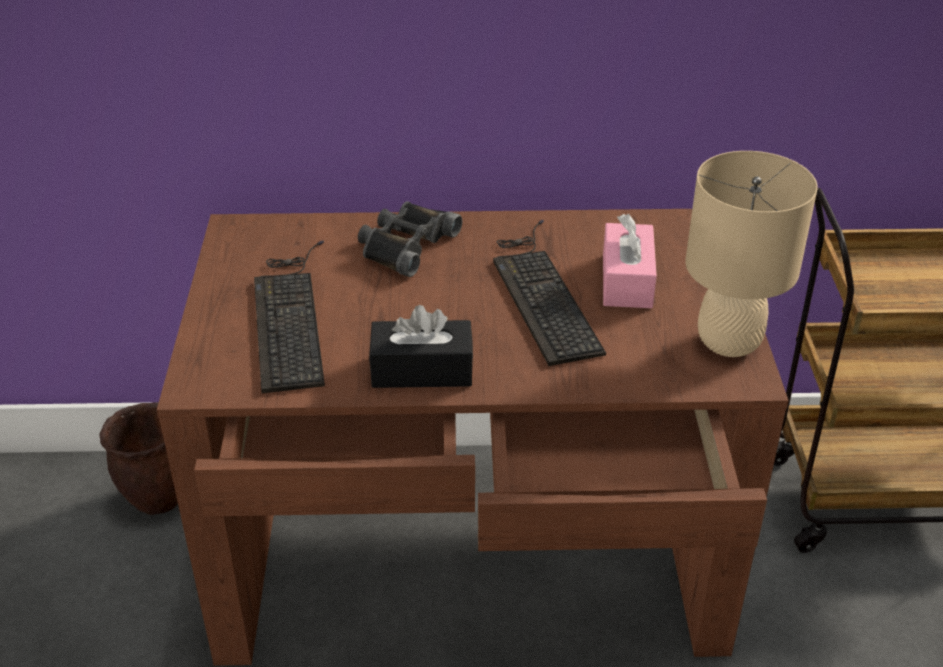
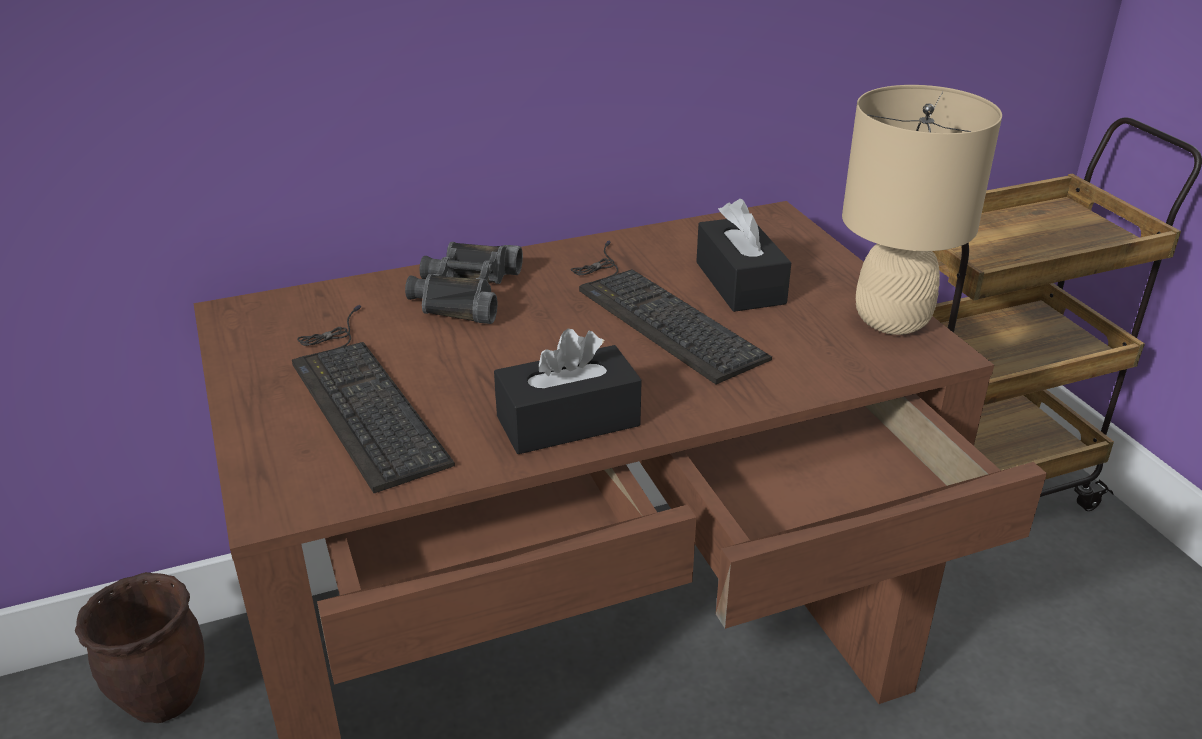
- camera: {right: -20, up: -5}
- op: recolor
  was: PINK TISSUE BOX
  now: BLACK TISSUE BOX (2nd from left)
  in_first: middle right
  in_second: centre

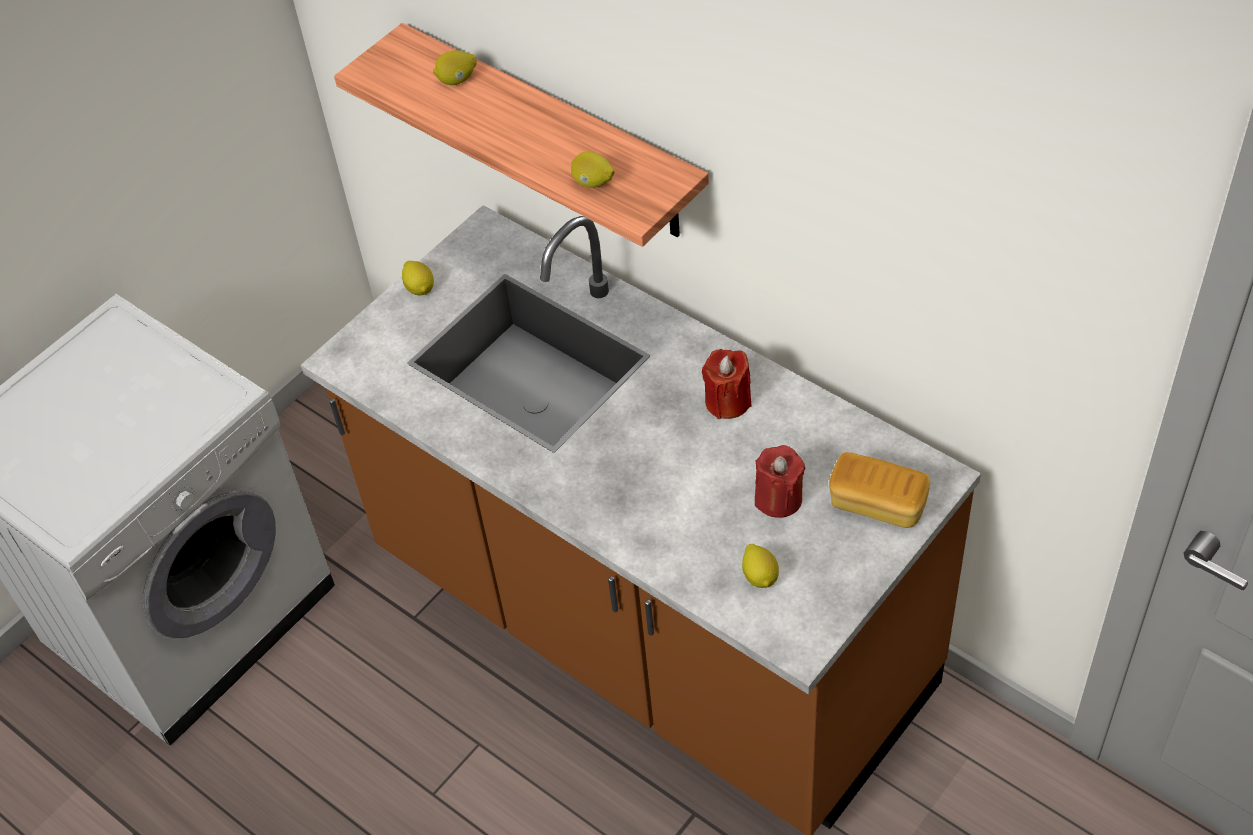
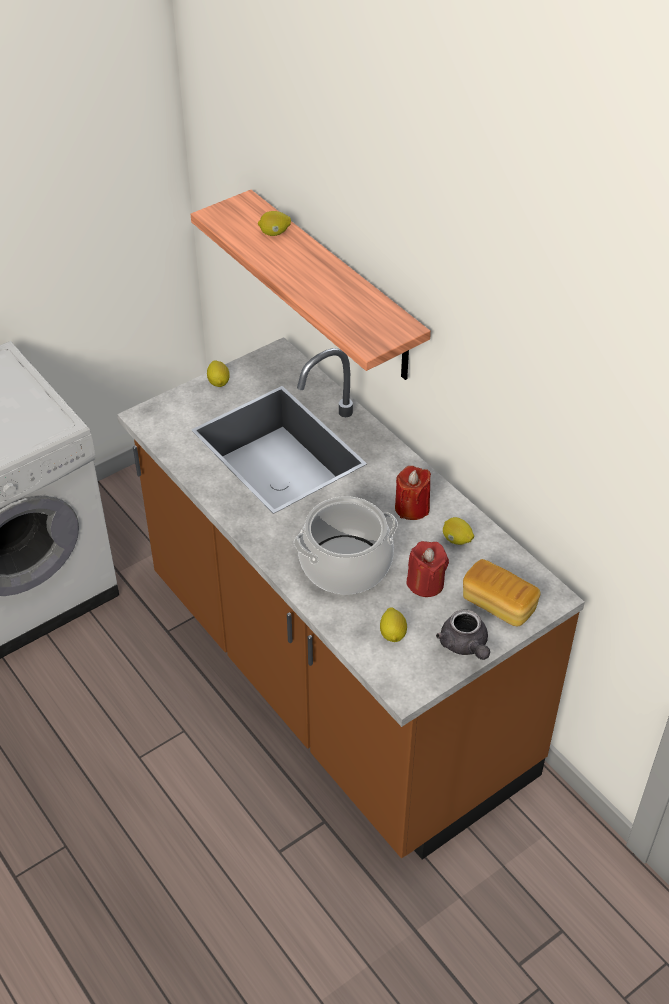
- camera: {right: 10, up: -5}
- op: move
  was: LEMON (3rd from left in the first image)
  now: LEMON (4th from left)
  in_first: top centre
  in_second: middle right
- op: insert
  now: COOKING POT
  in_second: centre
- op: insert
  now: GREY TEAPOT
  in_second: middle right

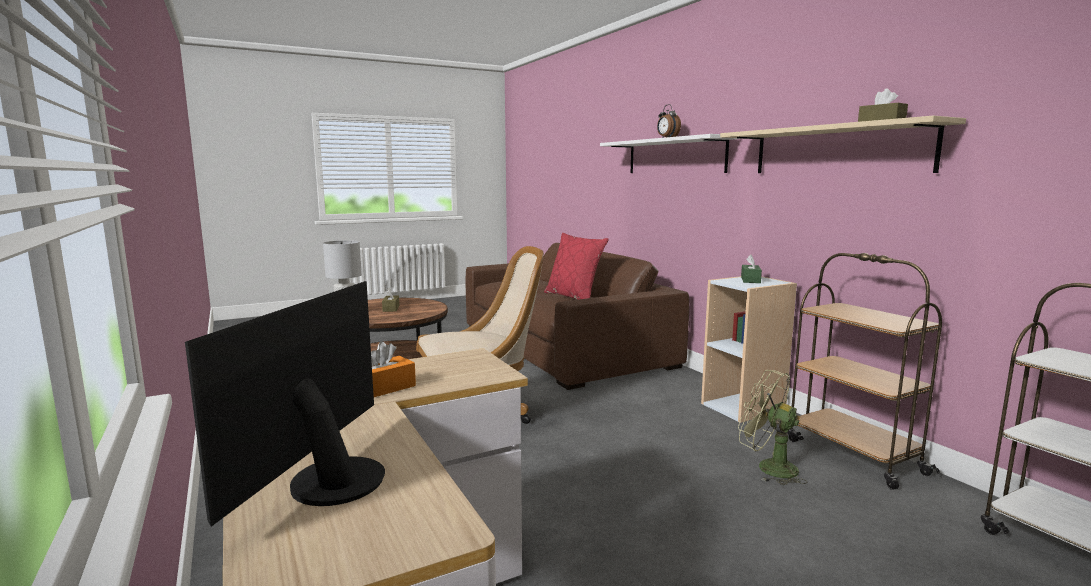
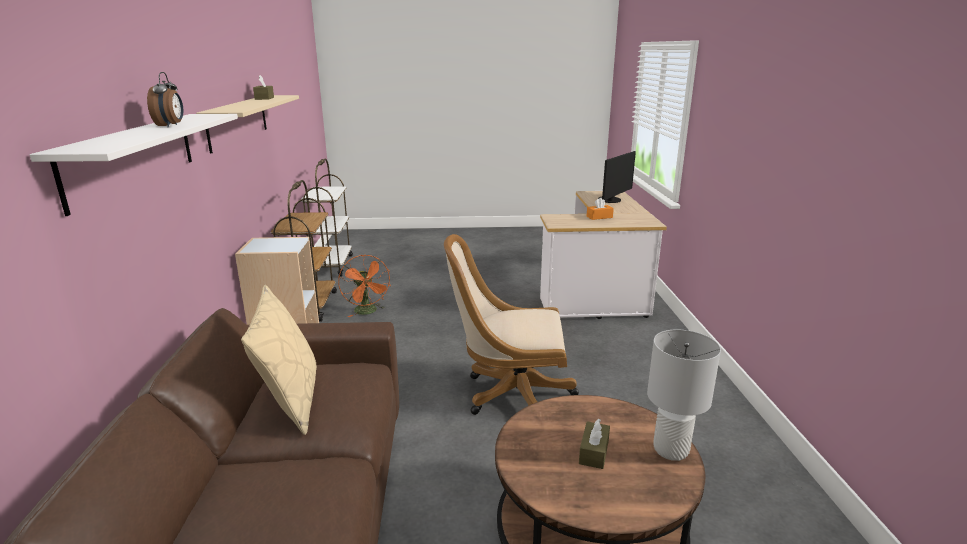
- camera: {right: -155, up: 10}
- op: recolor
  was: RED PILLOW
  now: BEIGE PILLOW
  in_first: centre
  in_second: middle left
- op: delete
  was: GREEN TISSUE BOX
  in_first: middle right
- op: recolor
  was: GREEN FAN
  now: ORANGE FAN
  in_first: bottom right
  in_second: centre

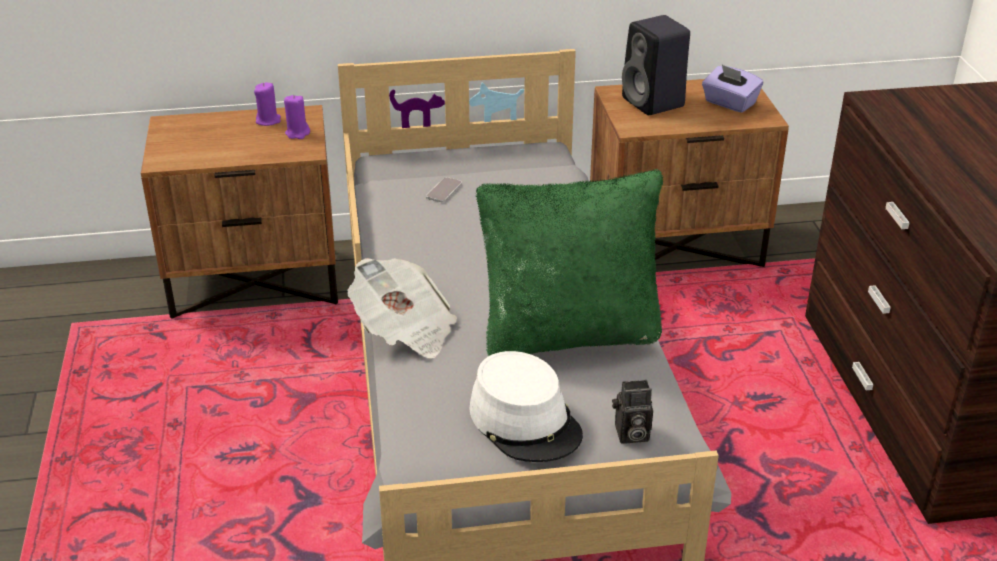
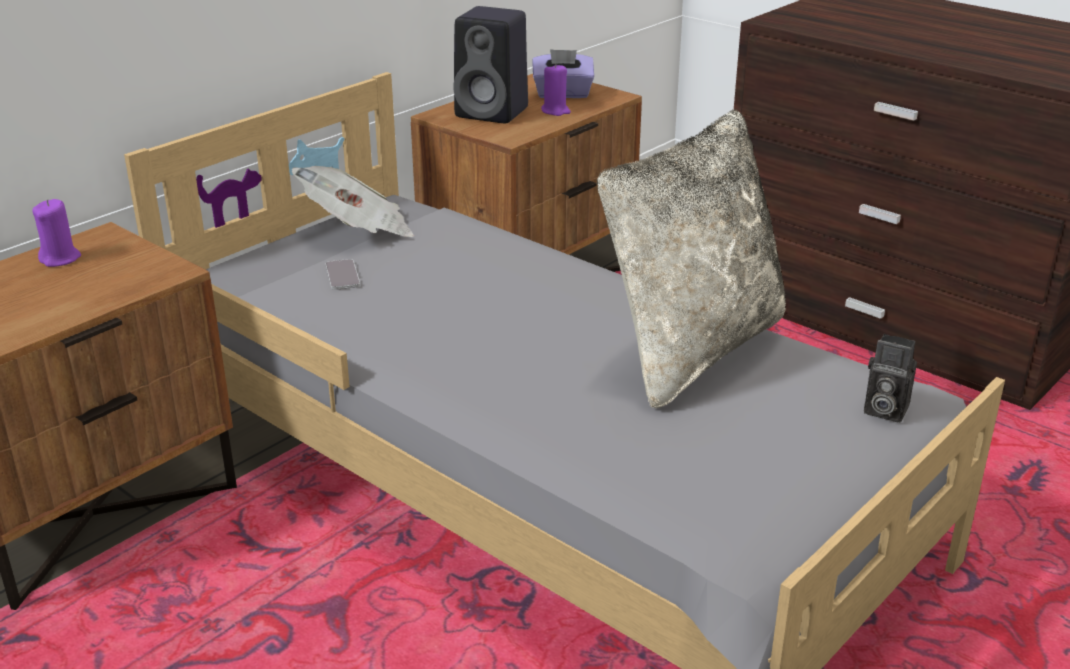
- camera: {right: -40, up: -5}
- op: move
  was: PURPLE CANDLE (2nd from left)
  in_first: top left
  in_second: top centre
- op: recolor
  was: GREEN PILLOW
  now: BEIGE PILLOW
  in_first: centre
  in_second: centre
- op: move
  was: NEWSPAPER
  in_first: centre
  in_second: top left
- op: delete
  was: WHITE HAT
  in_first: bottom centre
- op: rotate
  was: PHOTO CAMERA
  in_first: bottom centre
  in_second: middle right
  clockwise: 75

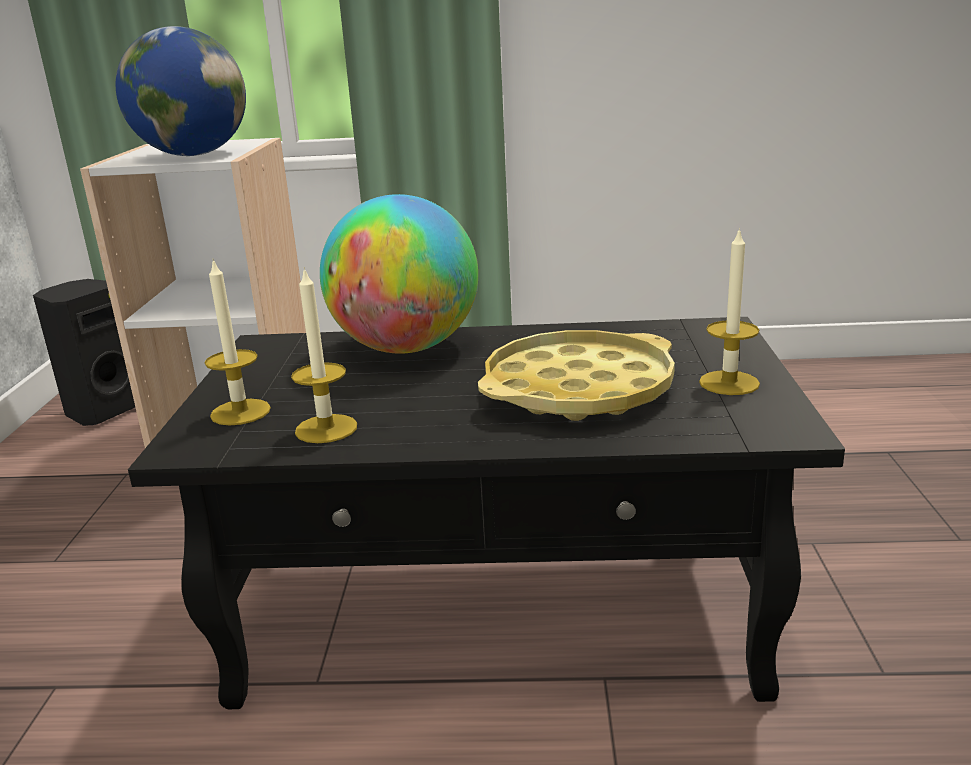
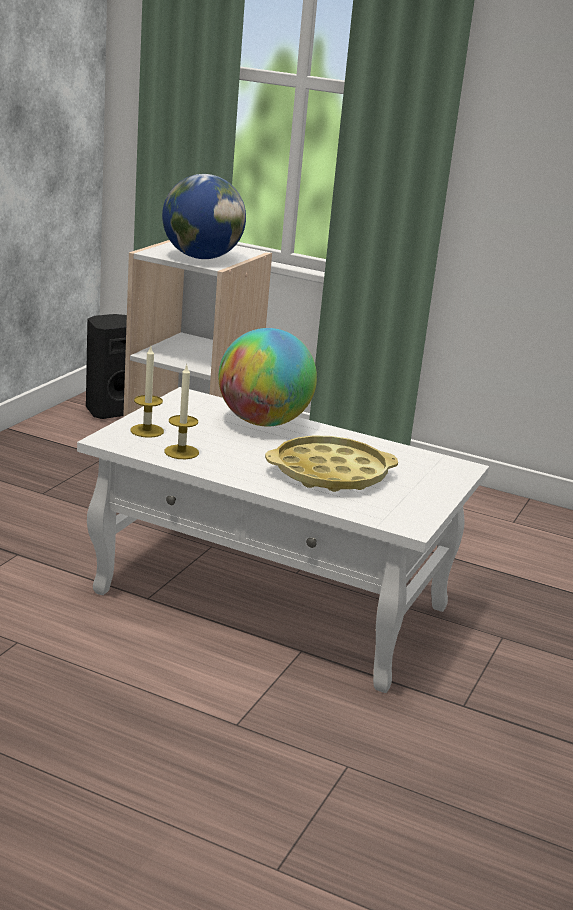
- camera: {right: 20, up: 0}
- op: delete
  was: CANDLE (3rd from left)
  in_first: middle right
- op: recolor
  was: BLACK COFFEE TABLE
  now: WHITE COFFEE TABLE
  in_first: bottom centre
  in_second: centre

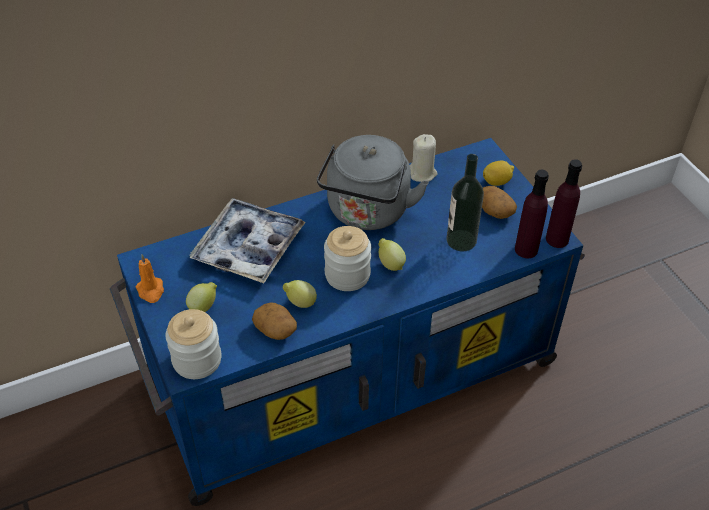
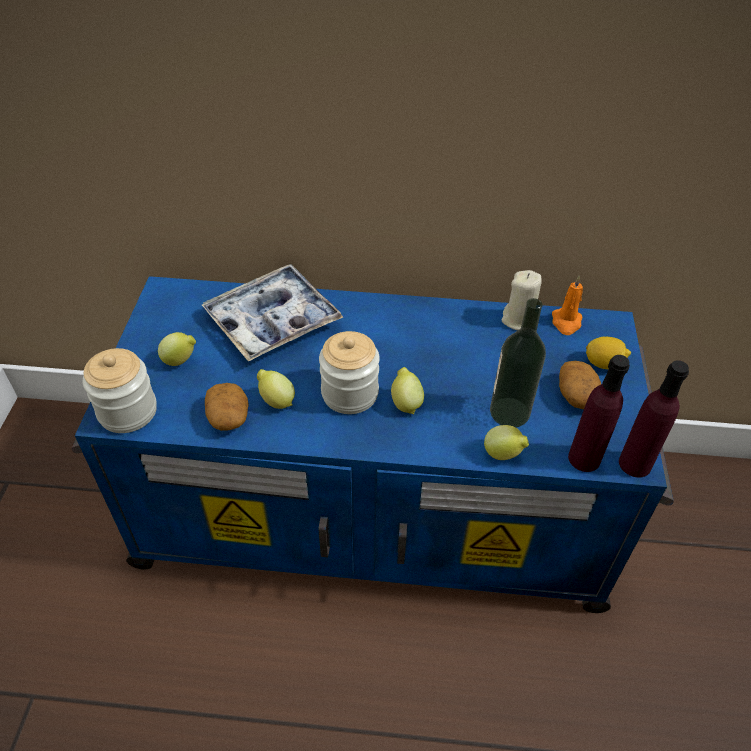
- camera: {right: 30, up: 0}
- op: delete
  was: GREY KETTLE
  in_first: centre
- op: move
  was: ORANGE CANDLE
  in_first: middle left
  in_second: middle right
- op: insert
  now: LEMON (4th from left)
  in_second: middle right

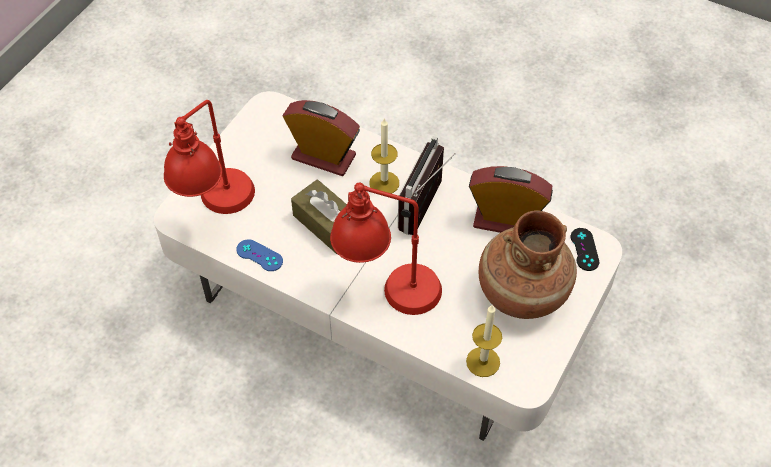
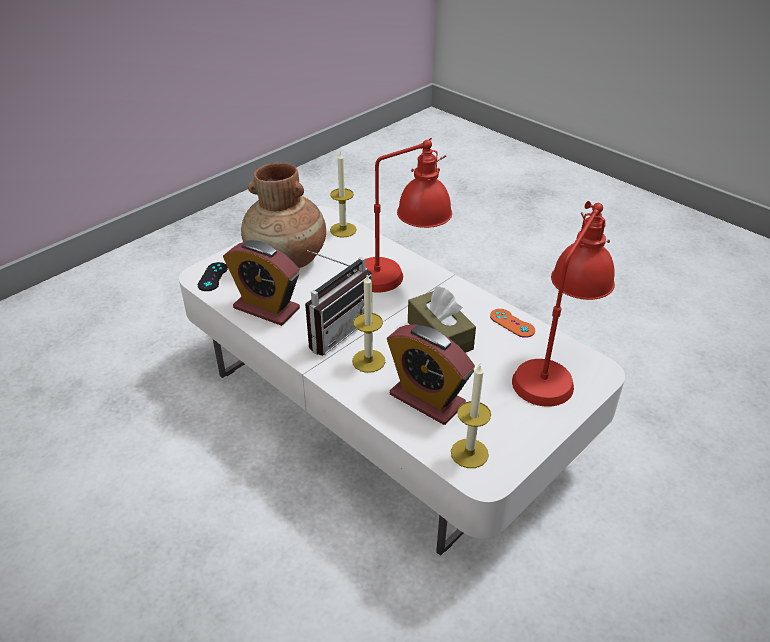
- camera: {right: -165, up: -15}
- op: recolor
  was: BLUE GAME CONTROLLER
  now: ORANGE GAME CONTROLLER
  in_first: centre
  in_second: centre
- op: insert
  now: CANDLE (3rd from left)
  in_second: centre

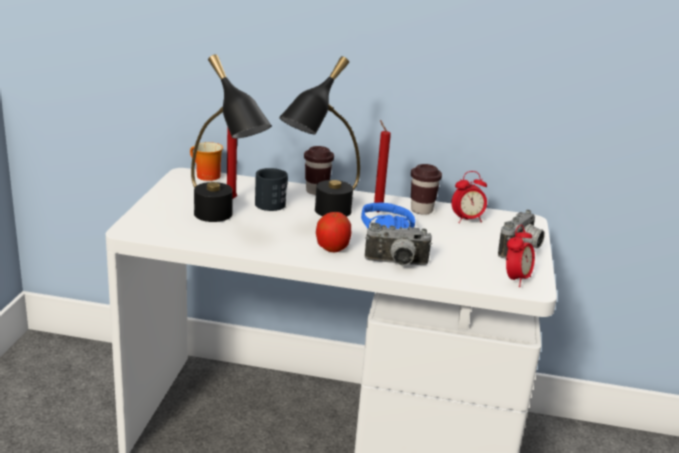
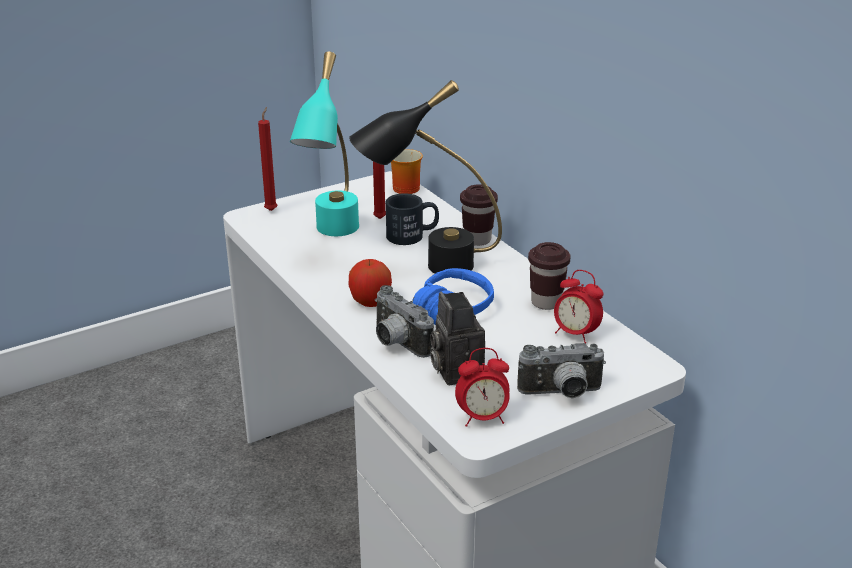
- camera: {right: 50, up: 5}
- op: recolor
  was: BLACK TABLE LAMP (1st from left)
  now: TURQUOISE TABLE LAMP
  in_first: top centre
  in_second: top centre
- op: move
  was: RED CANDLE (2nd from left in the first image)
  now: RED CANDLE (1st from left)
  in_first: centre
  in_second: top left
- op: insert
  now: PHOTO CAMERA (2nd from left)
  in_second: centre

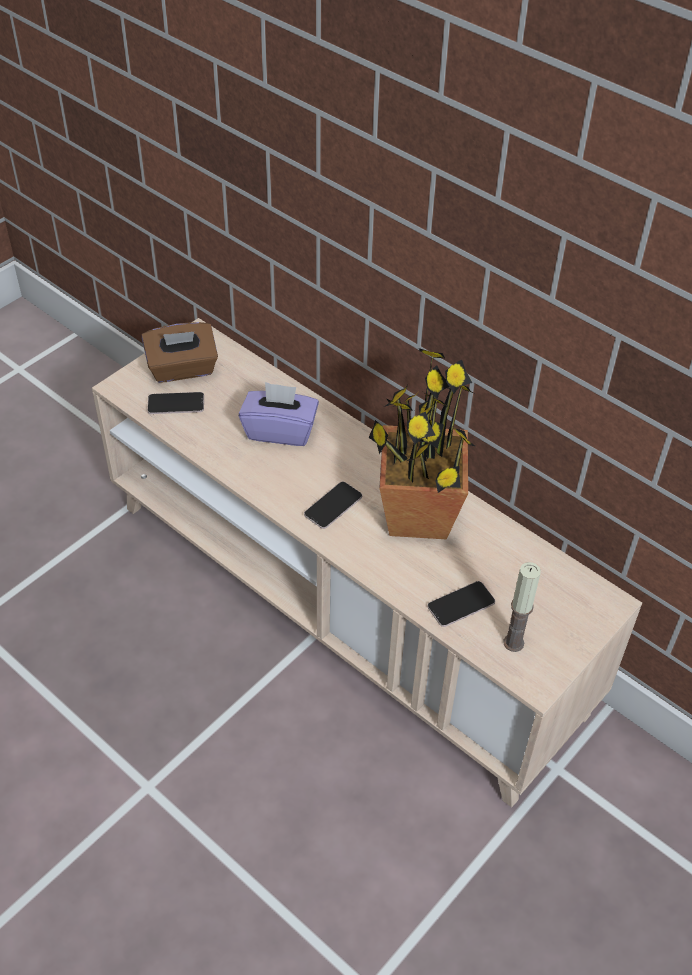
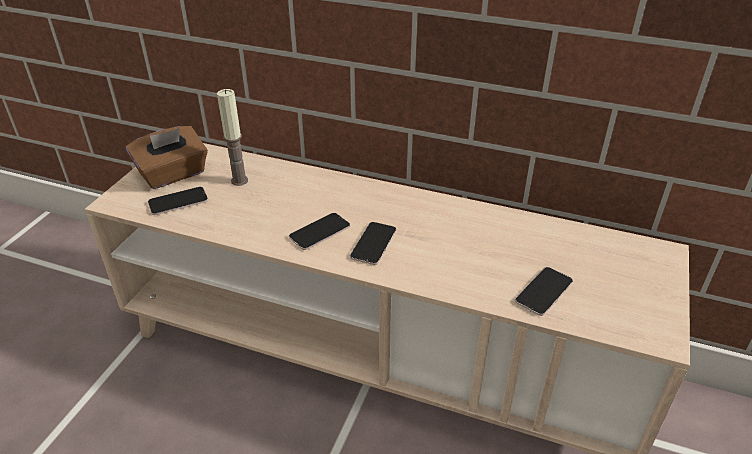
- camera: {right: -20, up: -10}
- op: delete
  was: POTTED PLANT
  in_first: centre
- op: delete
  was: PURPLE TISSUE BOX
  in_first: centre
- op: move
  was: CANDLE
  in_first: middle right
  in_second: top left
- op: insert
  now: PHONE (2nd from left)
  in_second: centre

